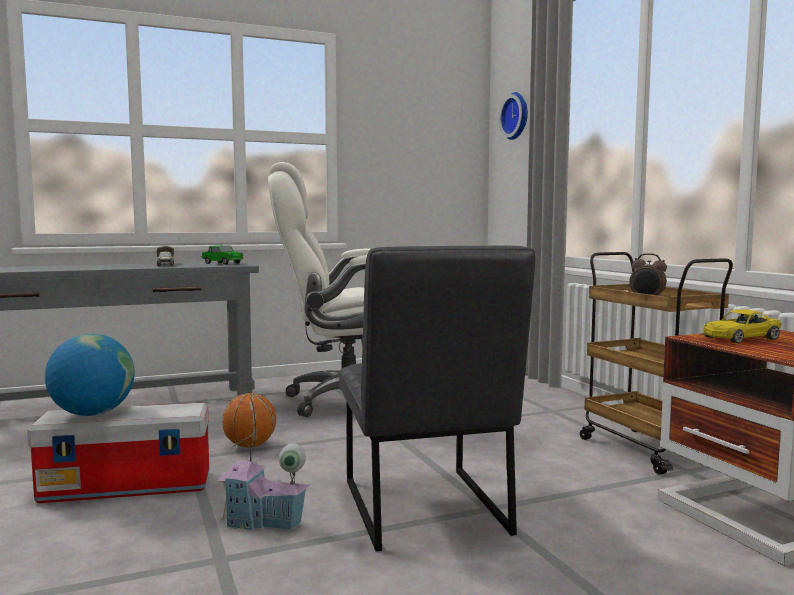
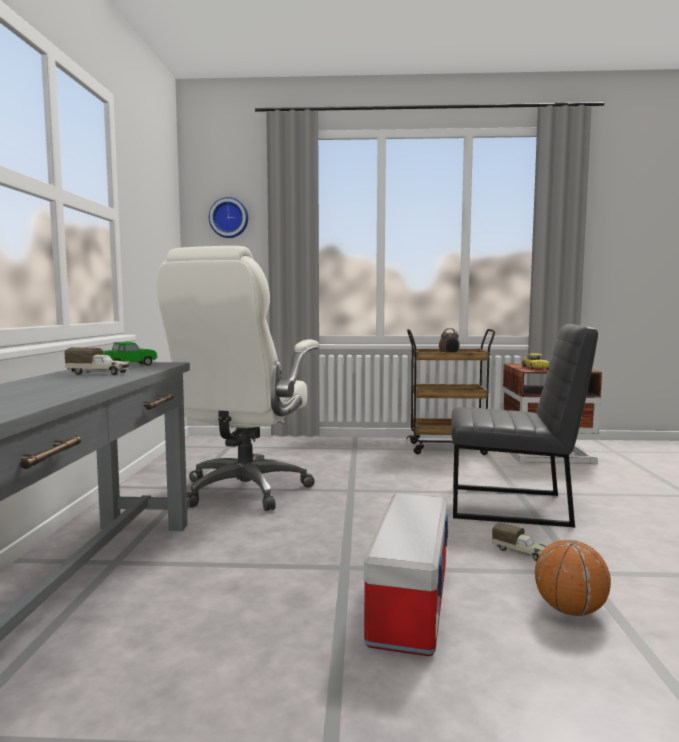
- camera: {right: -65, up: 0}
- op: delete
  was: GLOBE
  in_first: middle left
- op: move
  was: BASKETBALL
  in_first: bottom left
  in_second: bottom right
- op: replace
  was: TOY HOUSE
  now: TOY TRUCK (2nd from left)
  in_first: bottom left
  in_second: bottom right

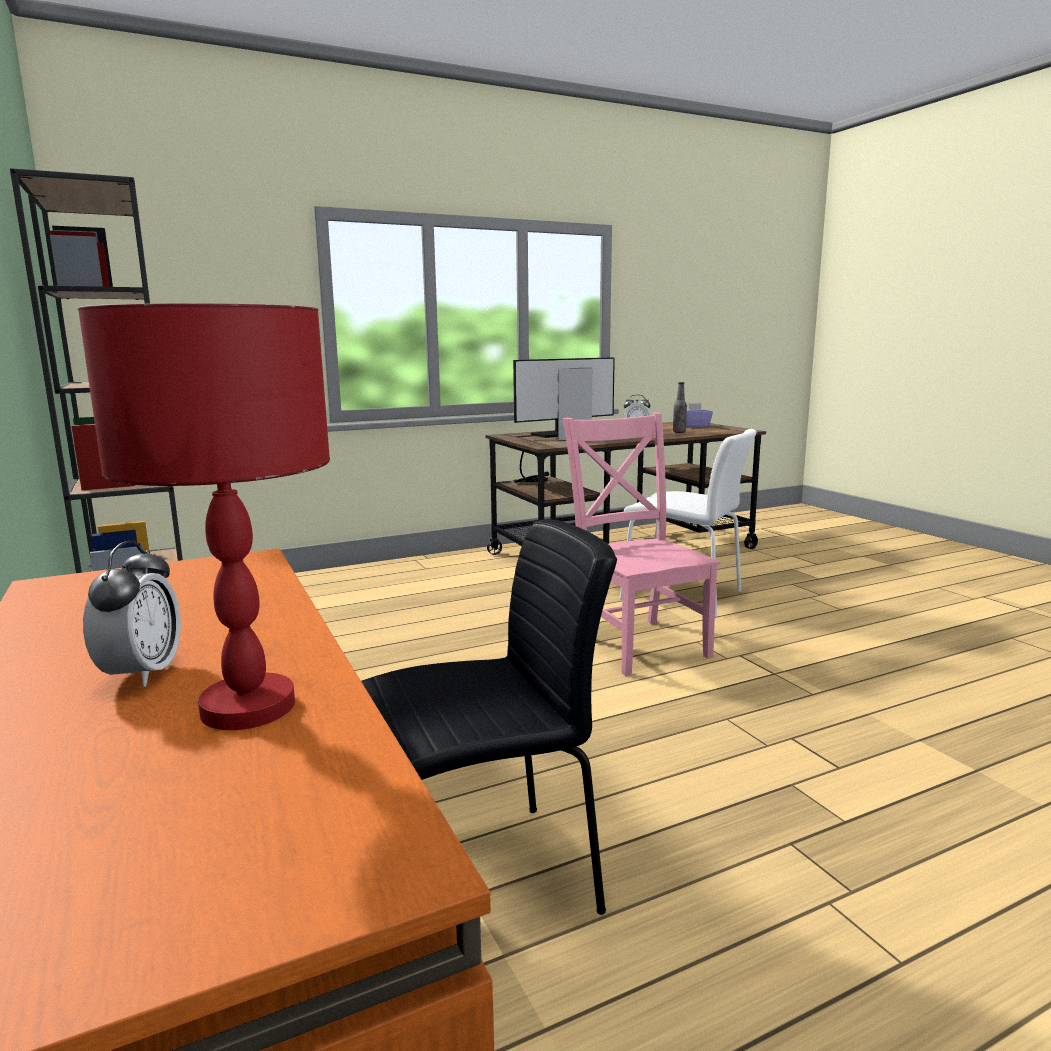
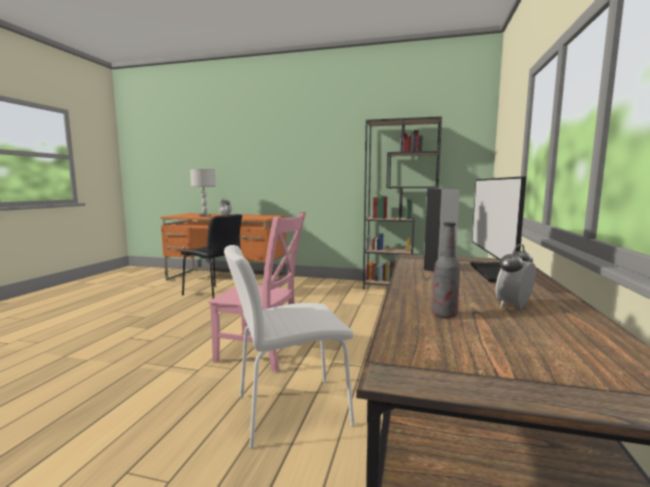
- camera: {right: 130, up: -5}
- op: recolor
  was: RED TABLE LAMP
  now: GREY TABLE LAMP
  in_first: middle left
  in_second: middle left
- op: delete
  was: PURPLE TISSUE BOX
  in_first: centre
- op: rotate
  was: BLACK CHAIR
  in_first: bottom centre
  in_second: middle left
  clockwise: -75

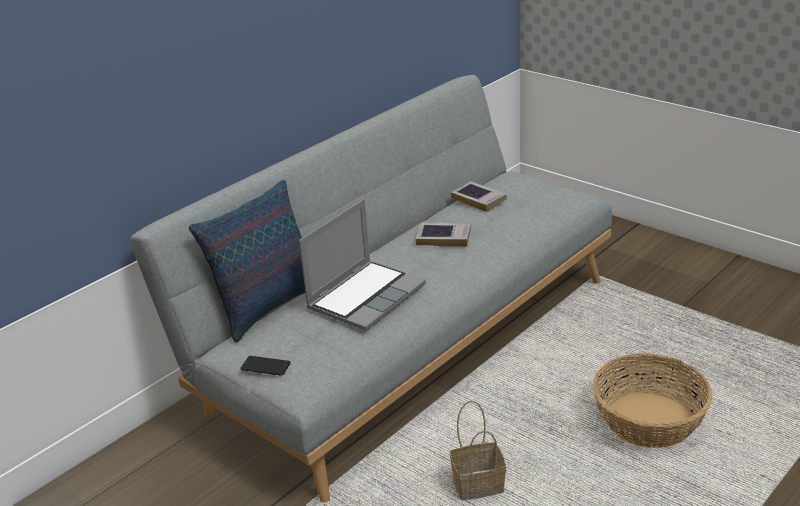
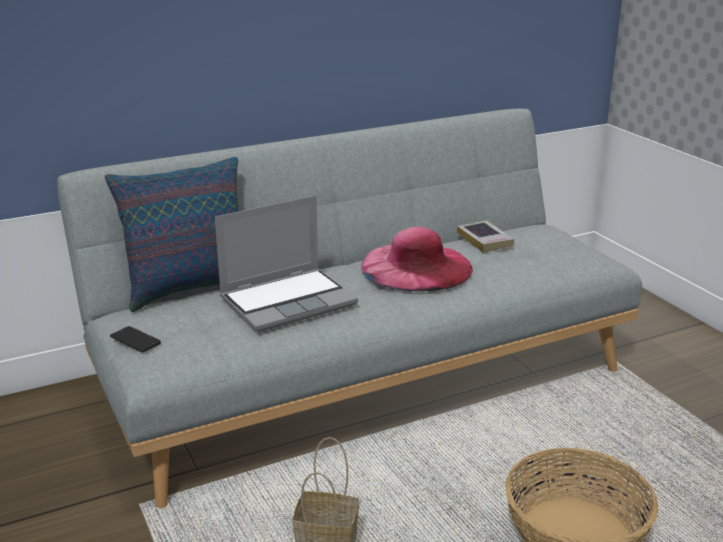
- camera: {right: 20, up: -5}
- op: replace
  was: BOOK (1st from left)
  now: PINK HAT
  in_first: centre
  in_second: centre

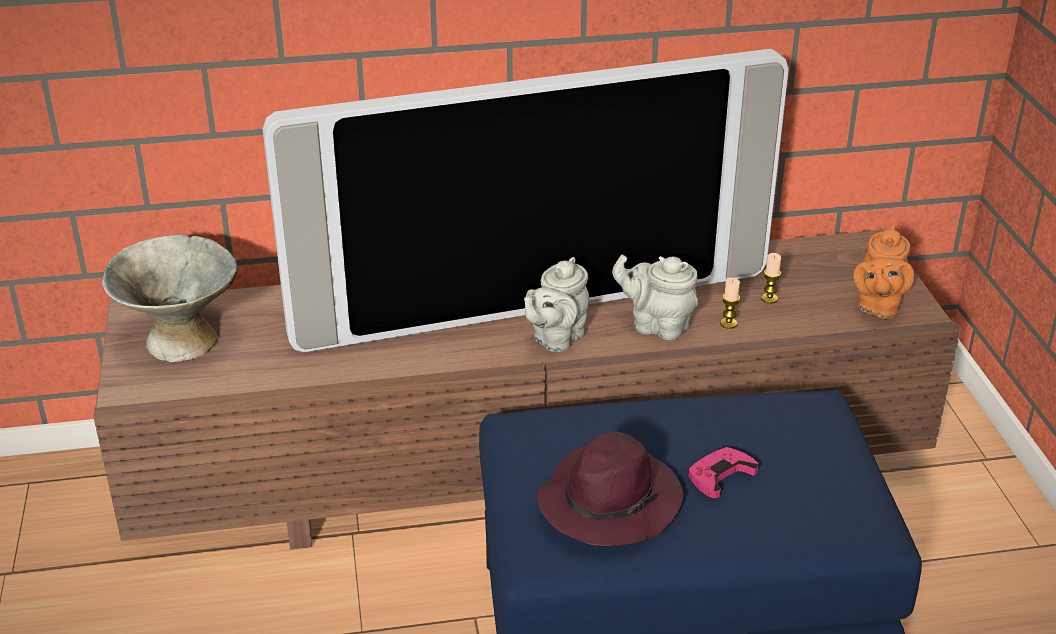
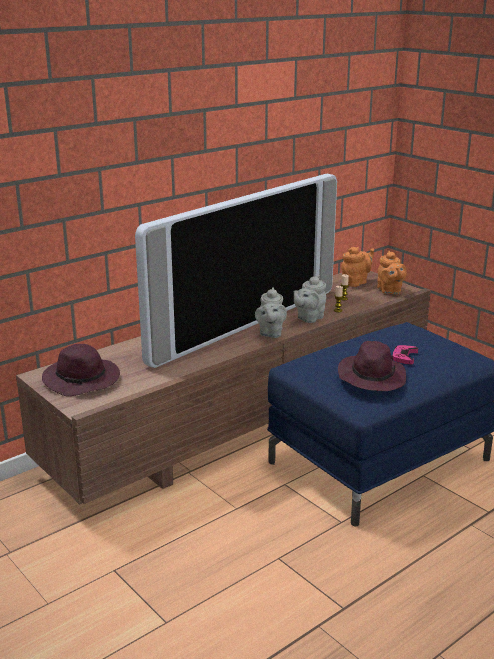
- camera: {right: -30, up: -10}
- op: replace
  was: GREY BOWL
  now: PURPLE HAT (1st from left)
  in_first: middle left
  in_second: middle left
- op: rotate
  was: GREY TEAPOT (2nd from left)
  in_first: centre
  in_second: centre
  clockwise: -45
- op: insert
  now: ORANGE TEAPOT (1st from left)
  in_second: middle right

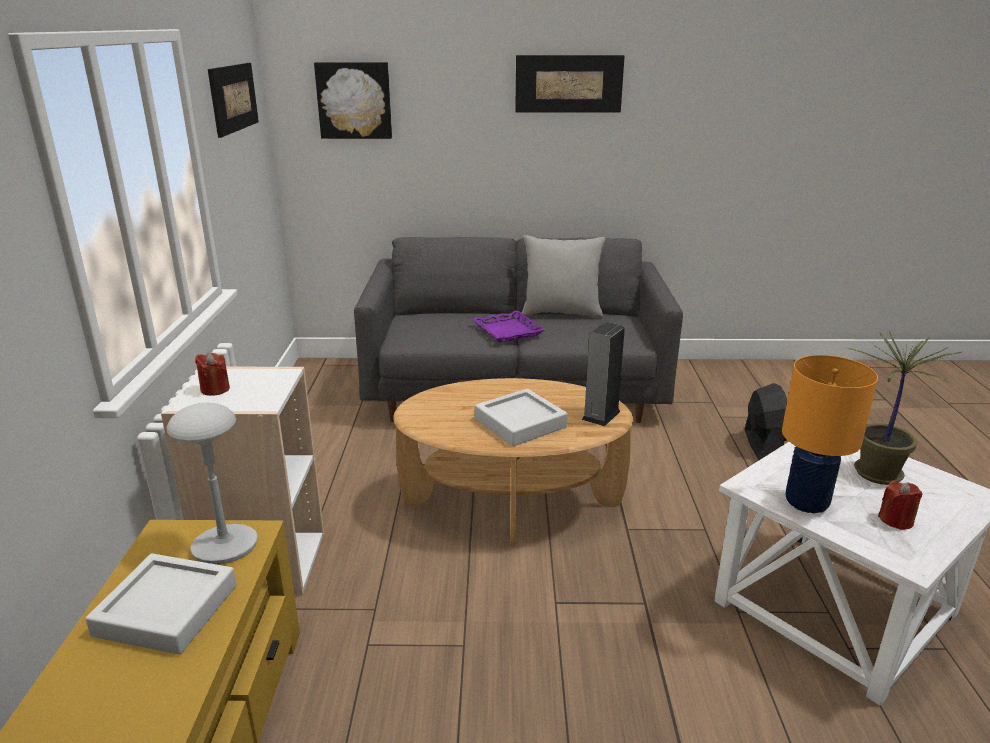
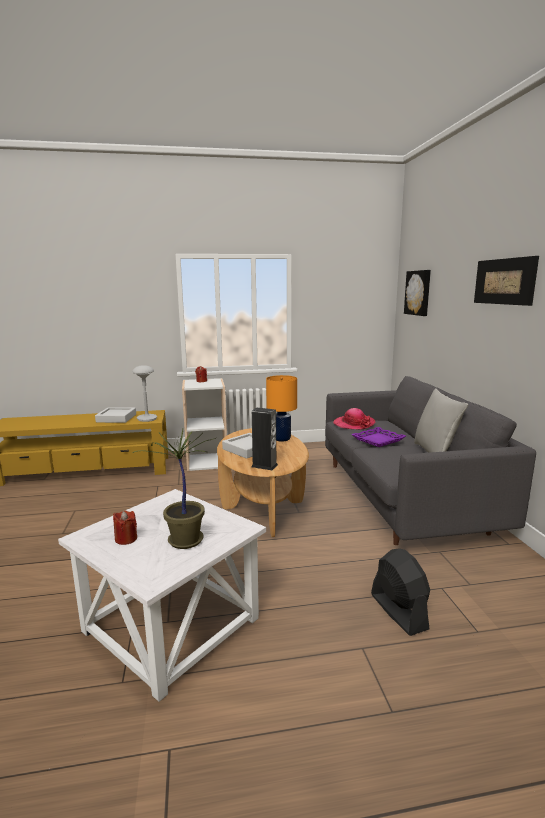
- camera: {right: 80, up: -10}
- op: delete
  was: PICTURE (1st from left)
  in_first: top left
- op: move
  was: ORANGE TABLE LAMP
  in_first: middle right
  in_second: centre
- op: rotate
  was: BLACK FAN
  in_first: middle right
  in_second: bottom right
  clockwise: -105
- op: insert
  now: HAT
  in_second: centre

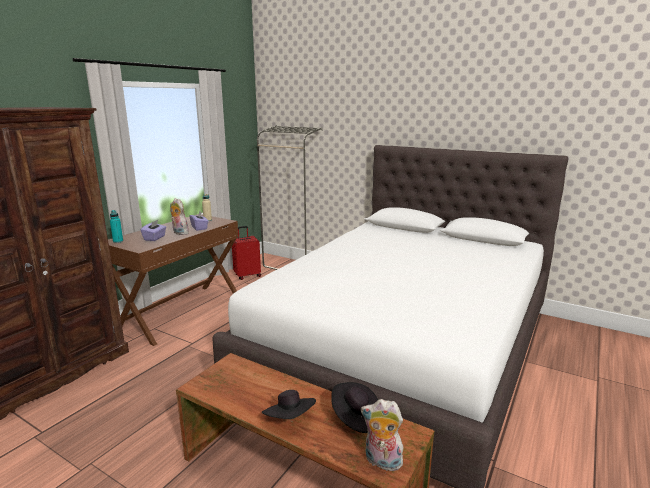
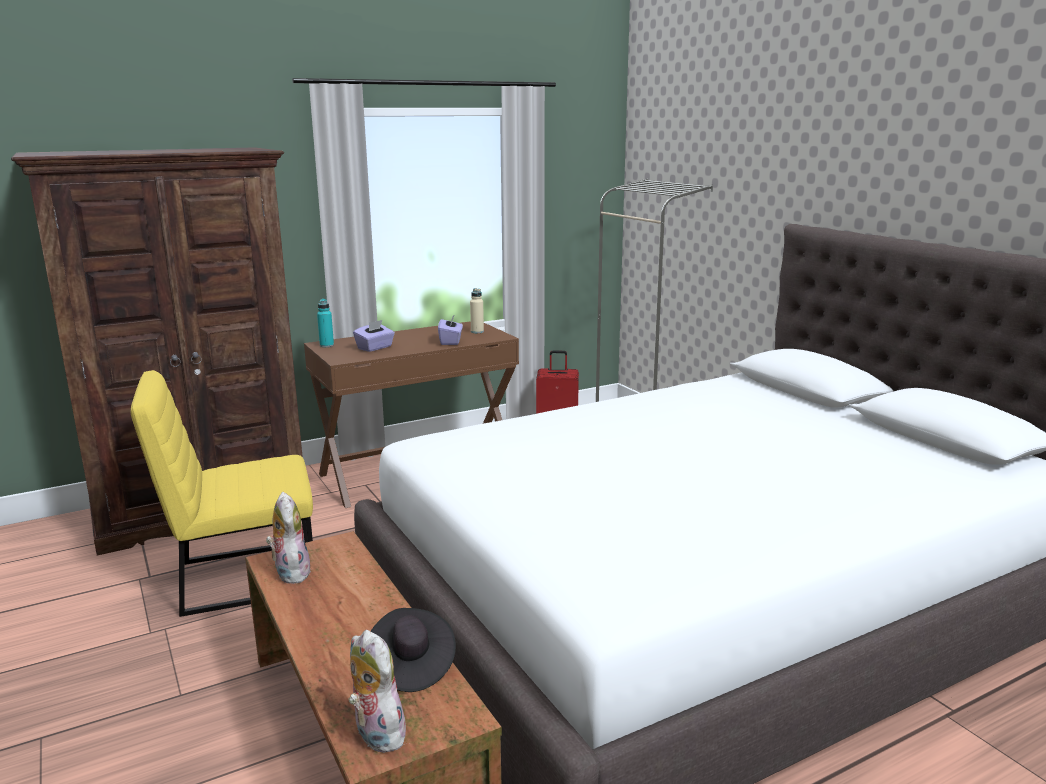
- camera: {right: 30, up: 0}
- op: move
  was: PLUSH TOY (1st from left)
  in_first: middle left
  in_second: bottom left
- op: delete
  was: BLACK HAT (1st from left)
  in_first: bottom centre
- op: insert
  now: YELLOW CHAIR
  in_second: middle left

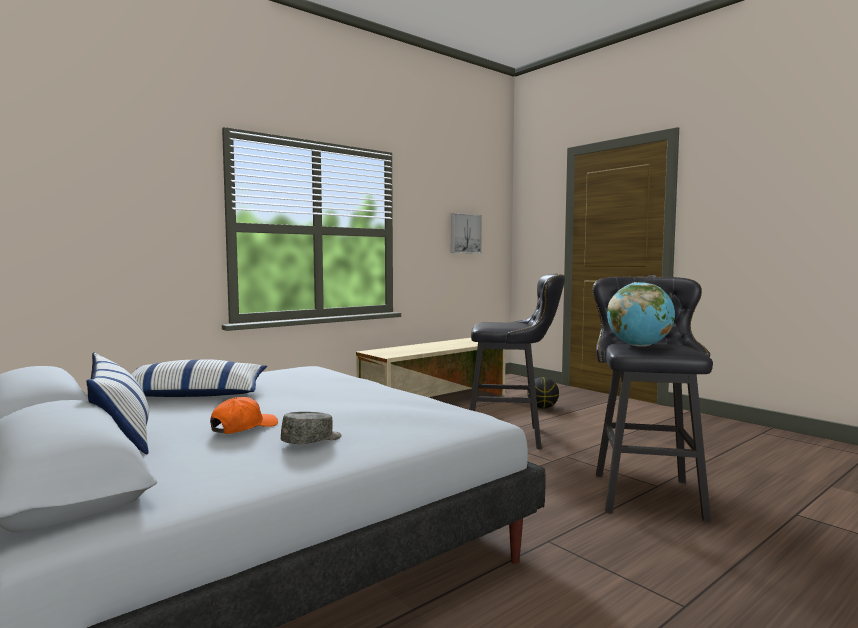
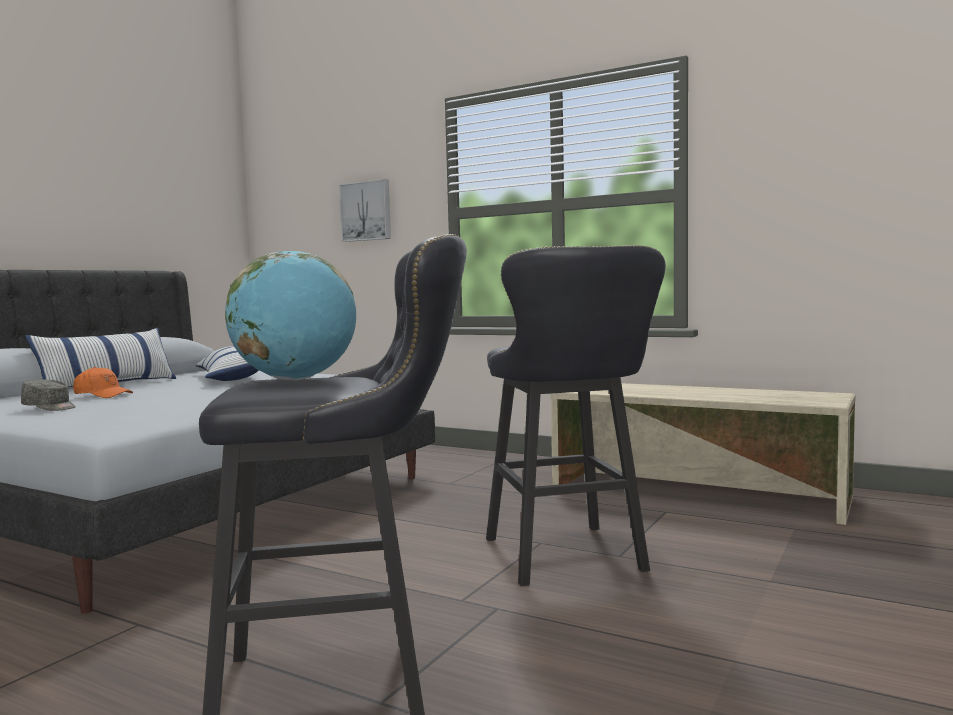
- camera: {right: 70, up: 0}
- op: move
  was: PICTURE
  in_first: centre
  in_second: top centre
- op: delete
  was: BASKETBALL
  in_first: centre

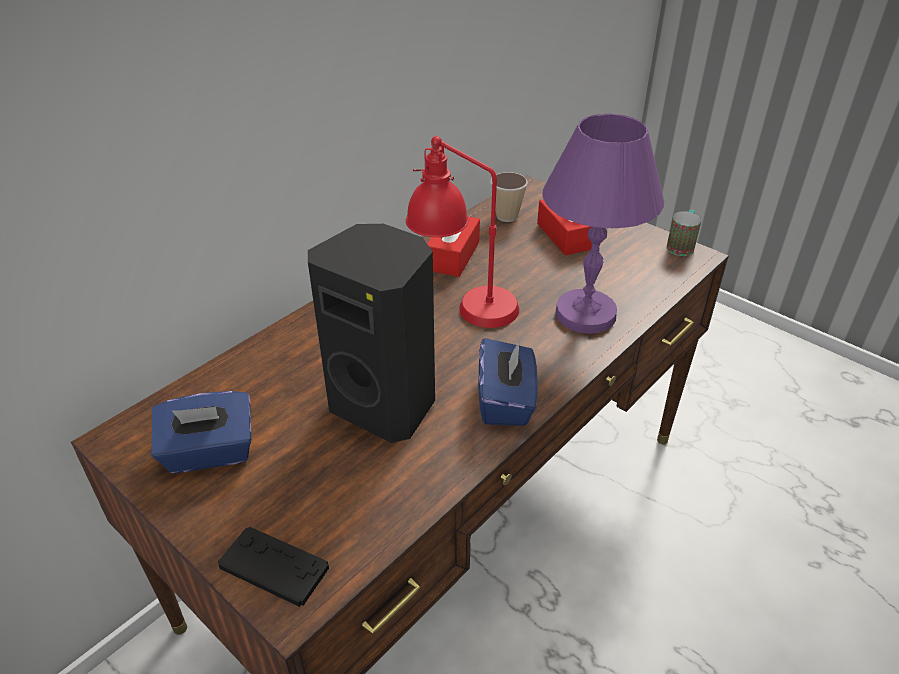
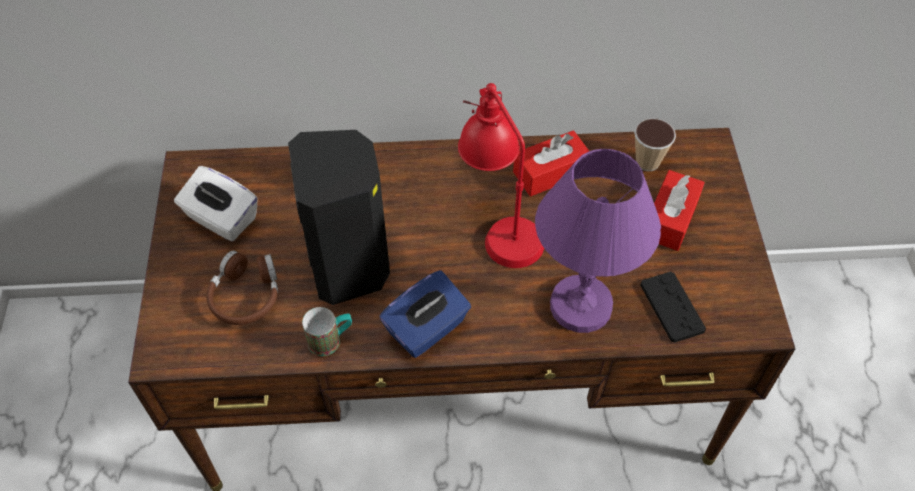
- camera: {right: 45, up: 15}
- op: move
  was: MUG
  in_first: middle right
  in_second: bottom centre
- op: recolor
  was: BLUE TISSUE BOX (1st from left)
  now: WHITE TISSUE BOX
  in_first: middle left
  in_second: middle left
- op: move
  was: BLACK GAME CONTROLLER
  in_first: bottom left
  in_second: middle right
- op: insert
  now: BROWN HEADPHONES
  in_second: middle left

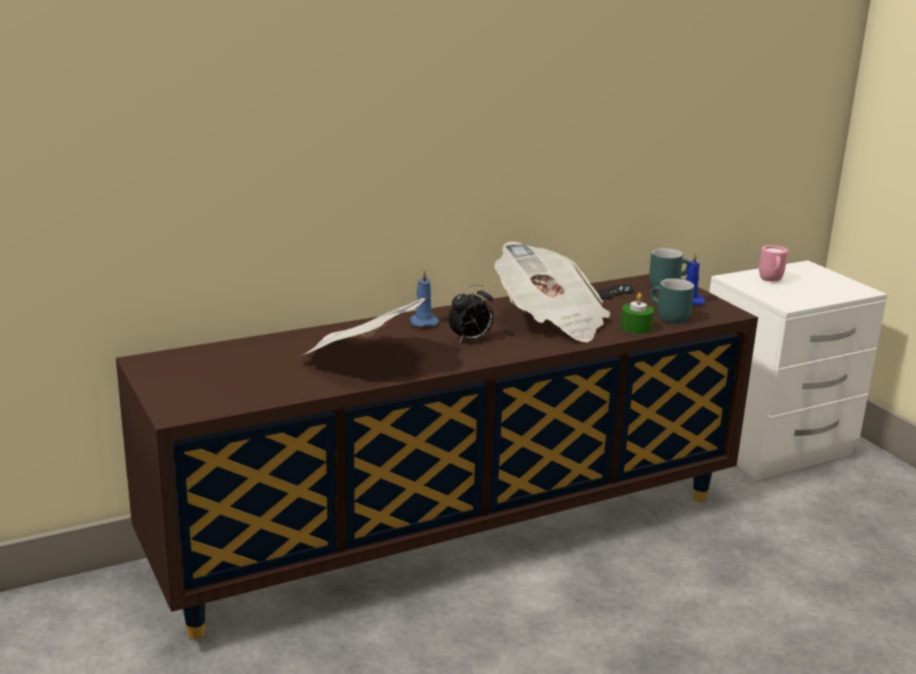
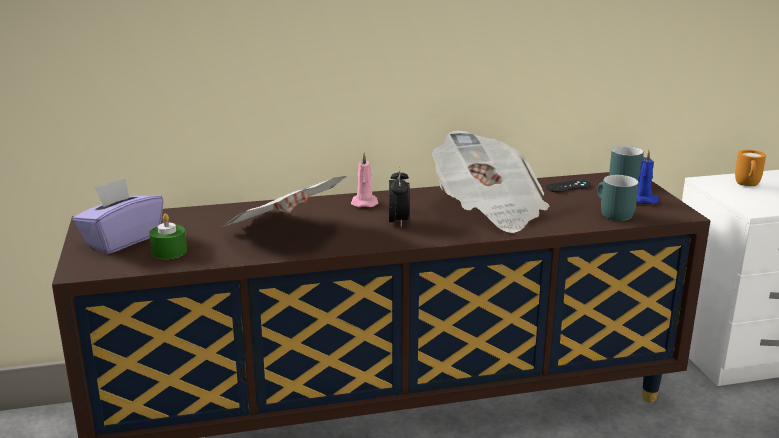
- camera: {right: 15, up: 0}
- op: recolor
  was: PINK MUG
  now: ORANGE MUG
  in_first: middle right
  in_second: middle right
- op: recolor
  was: BLUE CANDLE (1st from left)
  now: PINK CANDLE
  in_first: centre
  in_second: centre
- op: rotate
  was: ALARM CLOCK
  in_first: centre
  in_second: centre
  clockwise: -75
- op: move
  was: GREEN CANDLE
  in_first: middle right
  in_second: middle left
- op: insert
  now: PURPLE TISSUE BOX
  in_second: middle left

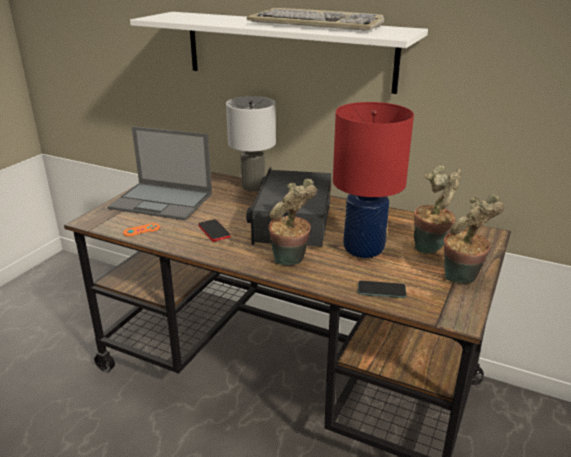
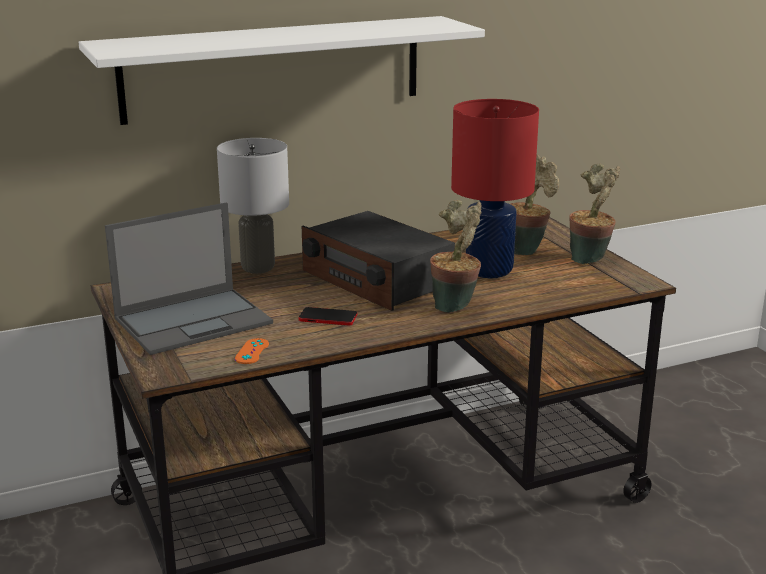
- camera: {right: -50, up: -5}
- op: delete
  was: KEYBOARD
  in_first: top centre
- op: delete
  was: PHONE (2nd from left)
  in_first: middle right

